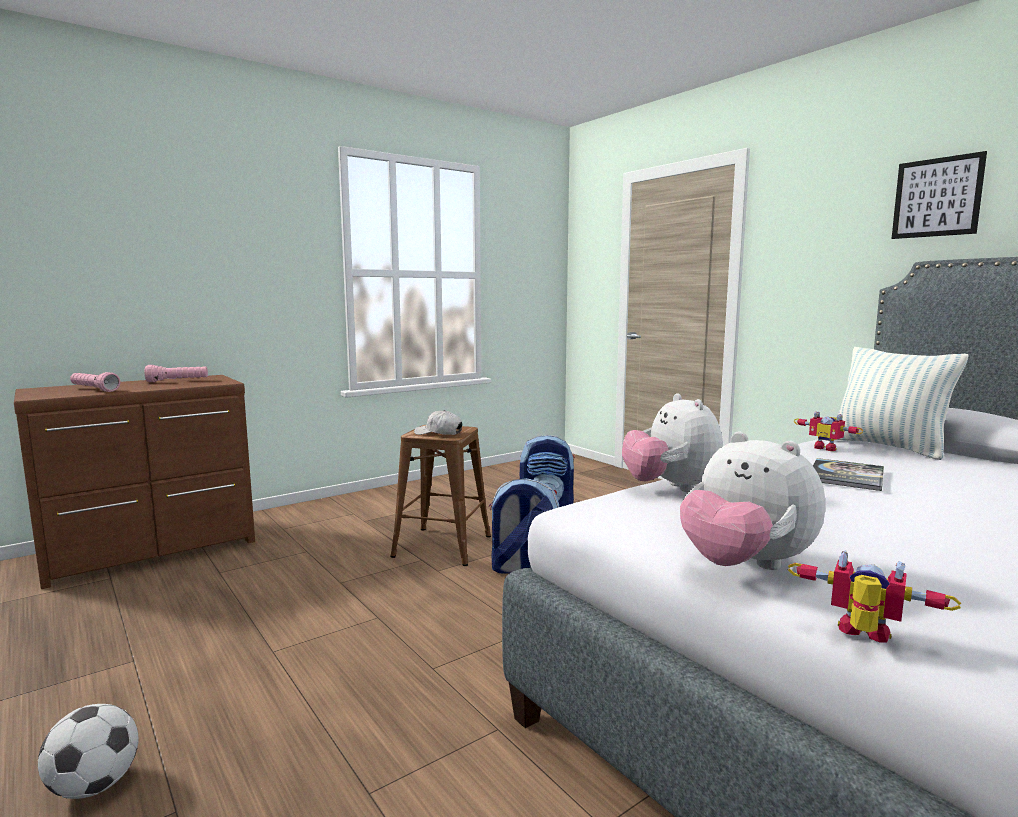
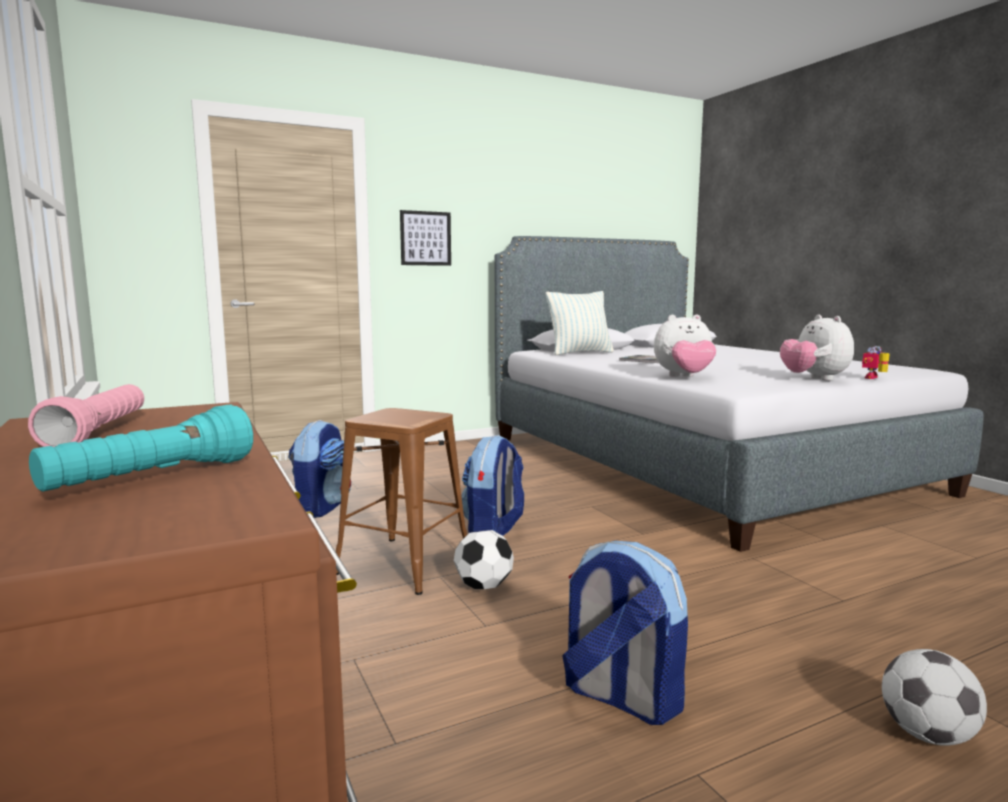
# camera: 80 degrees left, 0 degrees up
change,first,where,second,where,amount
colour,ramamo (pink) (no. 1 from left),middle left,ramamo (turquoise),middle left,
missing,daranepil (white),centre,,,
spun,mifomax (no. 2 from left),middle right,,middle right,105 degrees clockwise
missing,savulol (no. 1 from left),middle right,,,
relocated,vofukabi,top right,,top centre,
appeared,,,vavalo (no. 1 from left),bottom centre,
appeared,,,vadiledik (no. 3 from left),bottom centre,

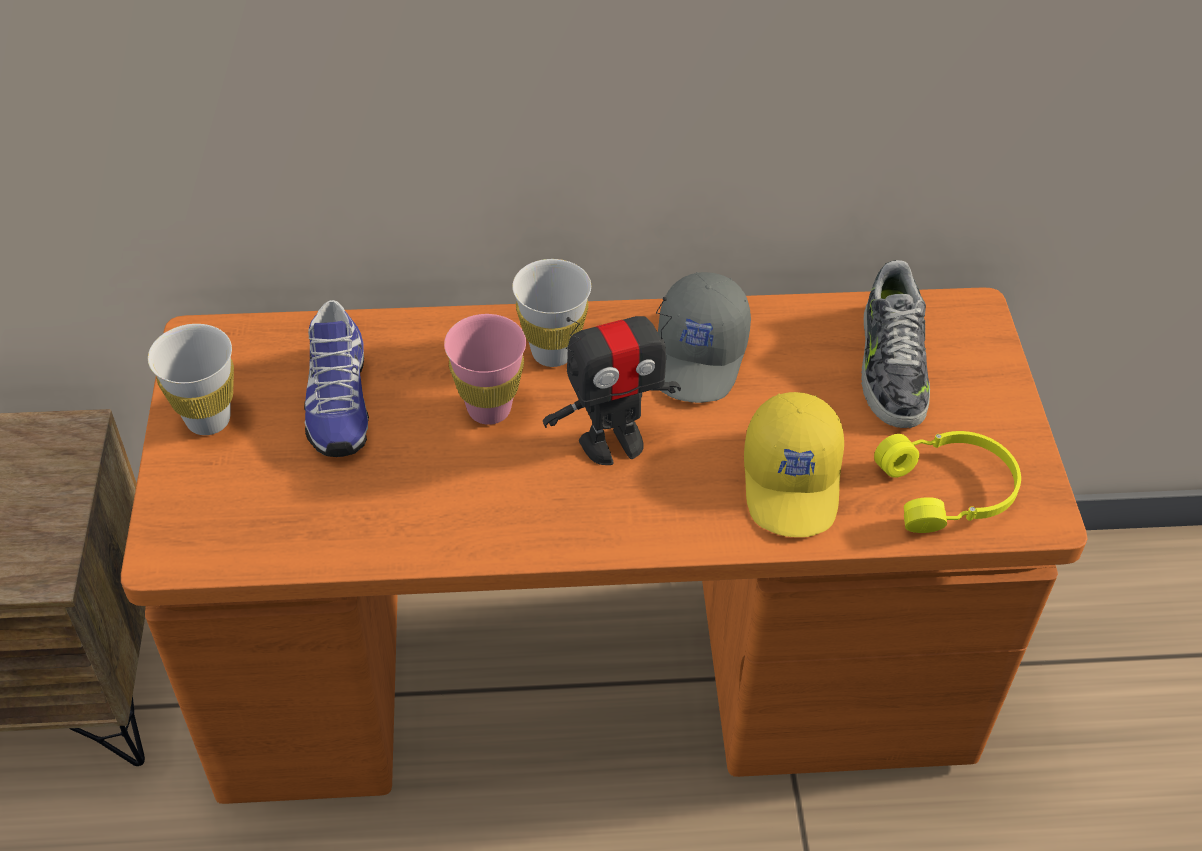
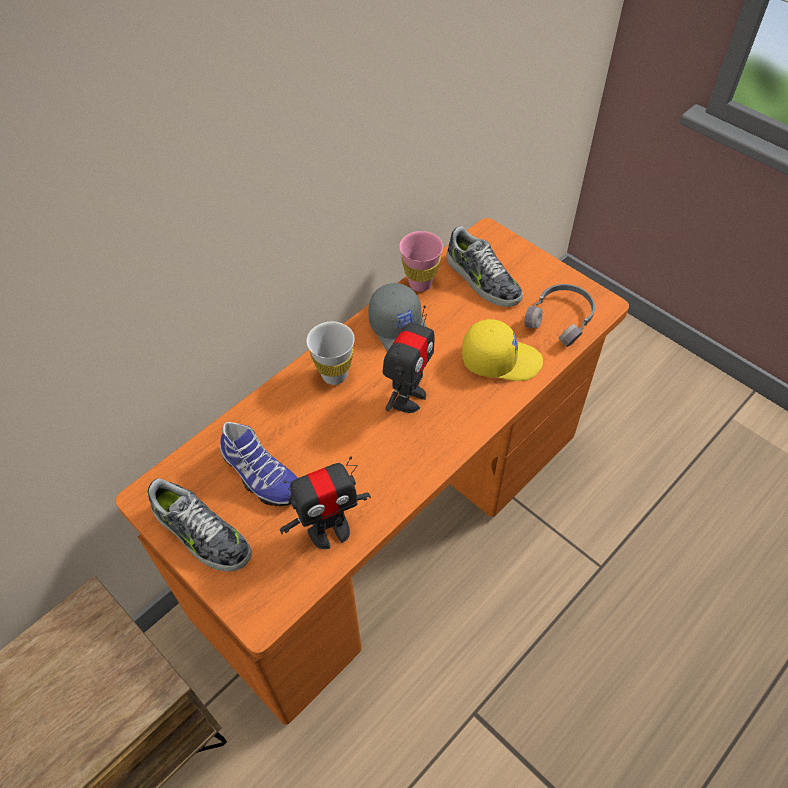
# camera: 40 degrees left, 5 degrees up
change,first,where,second,where,amount
exchanged,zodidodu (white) (no. 1 from left),middle left,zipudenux (no. 1 from left),middle left,
relocated,zodidodu (pink),centre,,top centre,
spun,daranepil (yellow),centre,,centre,45 degrees counterclockwise
colour,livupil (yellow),middle right,livupil (grey),middle right,
appeared,,,savulol (no. 1 from left),centre,

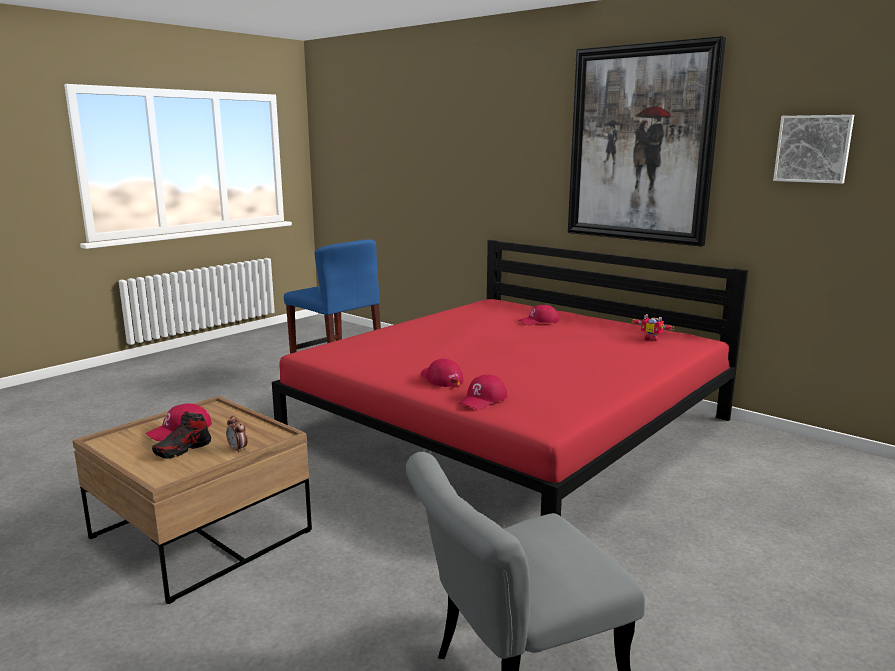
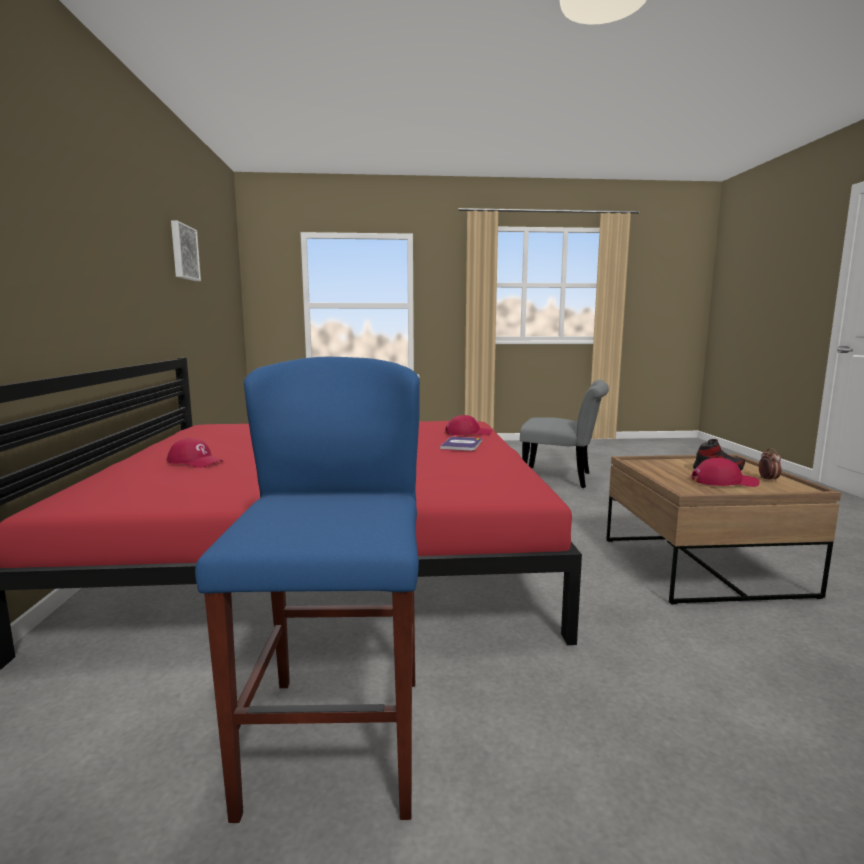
# camera: 135 degrees left, 5 degrees down
change,first,where,second,where,amount
relocated,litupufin,middle left,,middle right,
exchanged,daranepil (red) (no. 2 from left),centre,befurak,centre,
missing,vofukabi (no. 1 from left),top right,,,
missing,savulol,middle right,,,

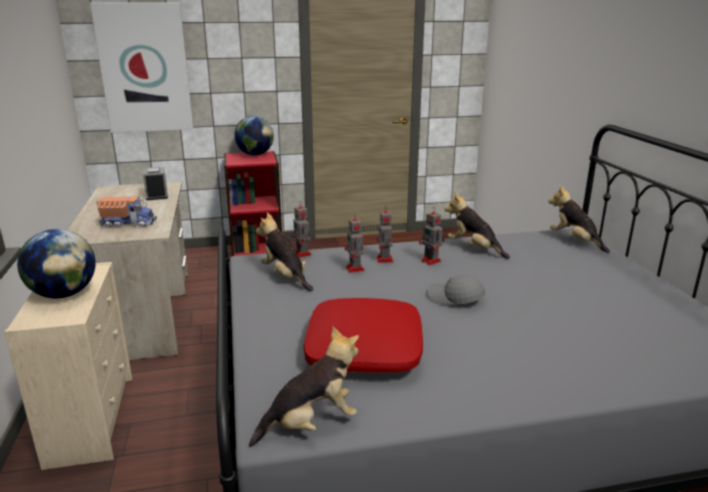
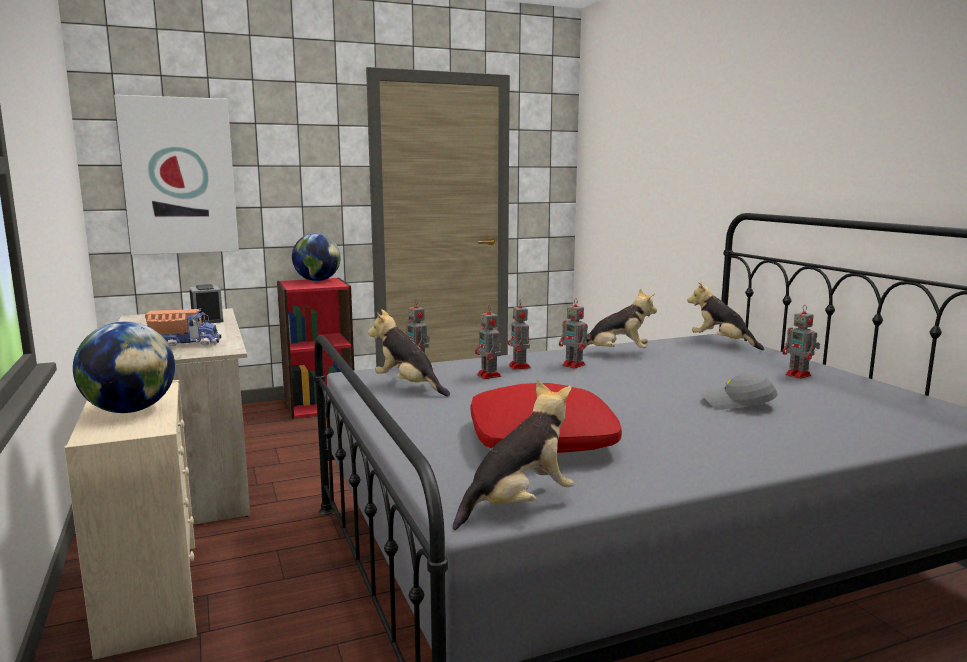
# camera: 10 degrees left, 10 degrees down
change,first,where,second,where,amount
relocated,daranepil (grey),centre,,middle right,
spun,mifomax (no. 3 from left),middle right,,centre,150 degrees clockwise
appeared,,,savulol (no. 5 from left),middle right,

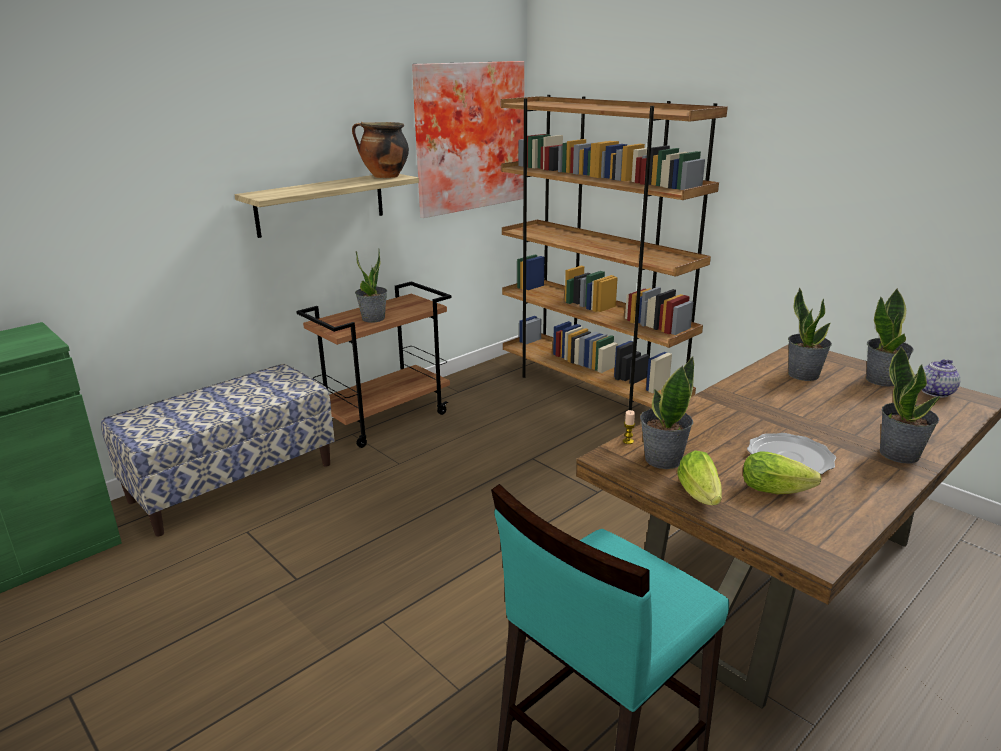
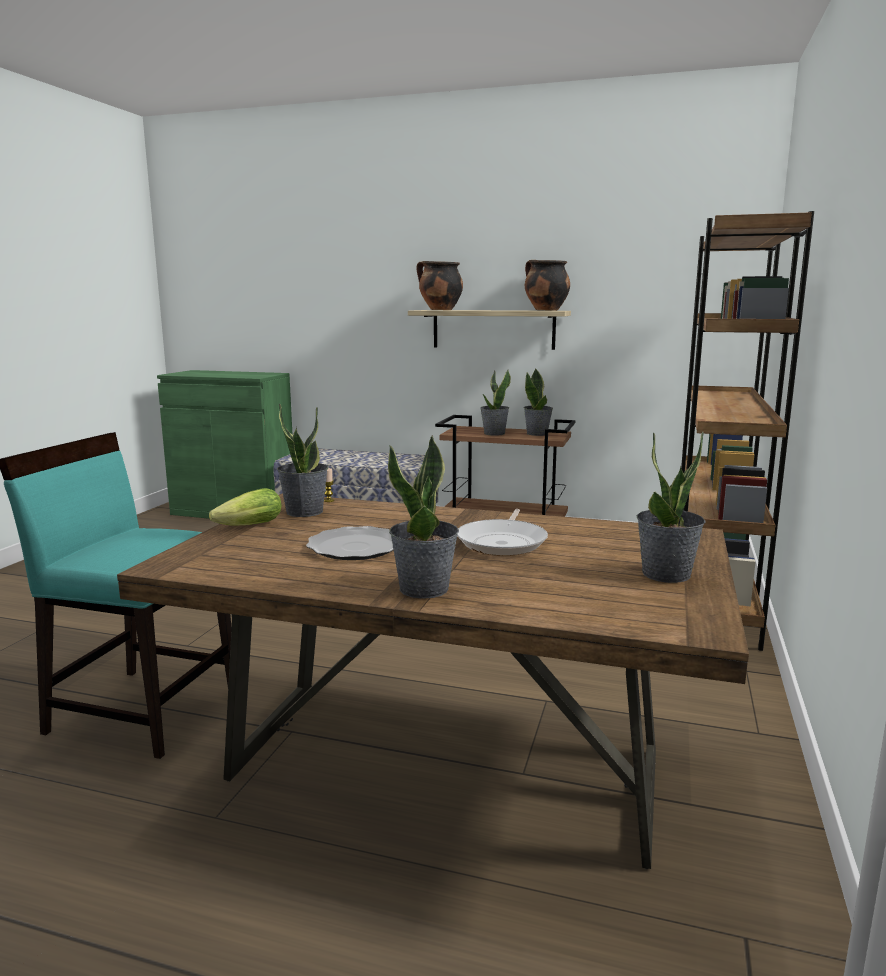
# camera: 60 degrees right, 10 degrees down
change,first,where,second,where,amount
missing,vofukabi,top centre,,,
missing,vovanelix (no. 2 from left),middle right,,,
relocated,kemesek (no. 3 from left in the first image),middle right,kemesek (no. 4 from left),centre,
missing,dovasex,middle right,,,
appeared,,,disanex (no. 1 from left),top centre,
appeared,,,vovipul,centre,

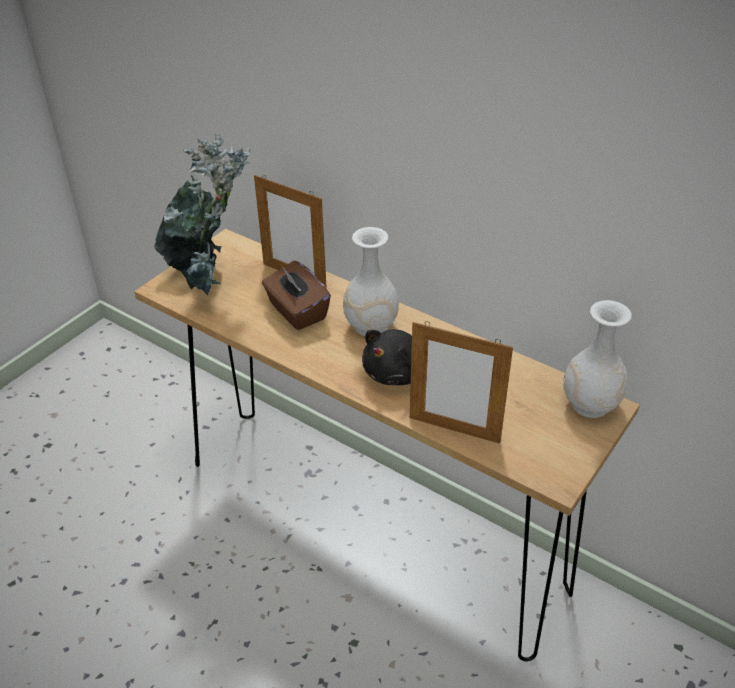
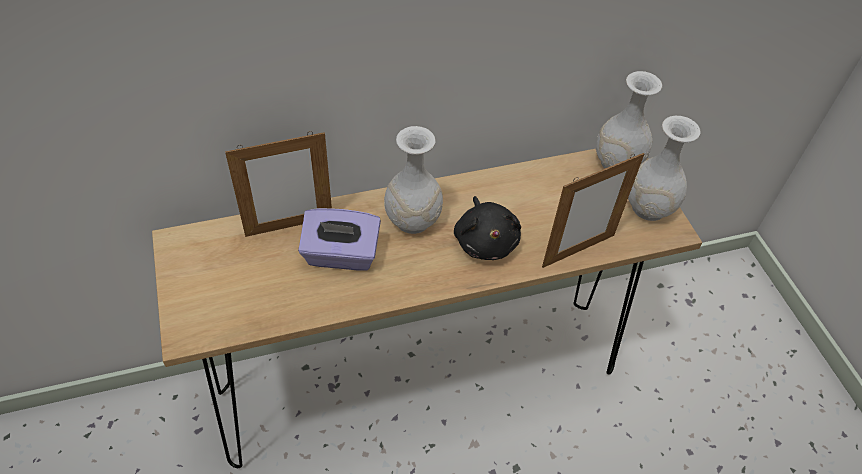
# camera: 55 degrees left, 10 degrees up
change,first,where,second,where,amount
missing,kemesek,top left,,,
colour,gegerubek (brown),centre,gegerubek (purple),centre,
appeared,,,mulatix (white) (no. 3 from left),middle right,

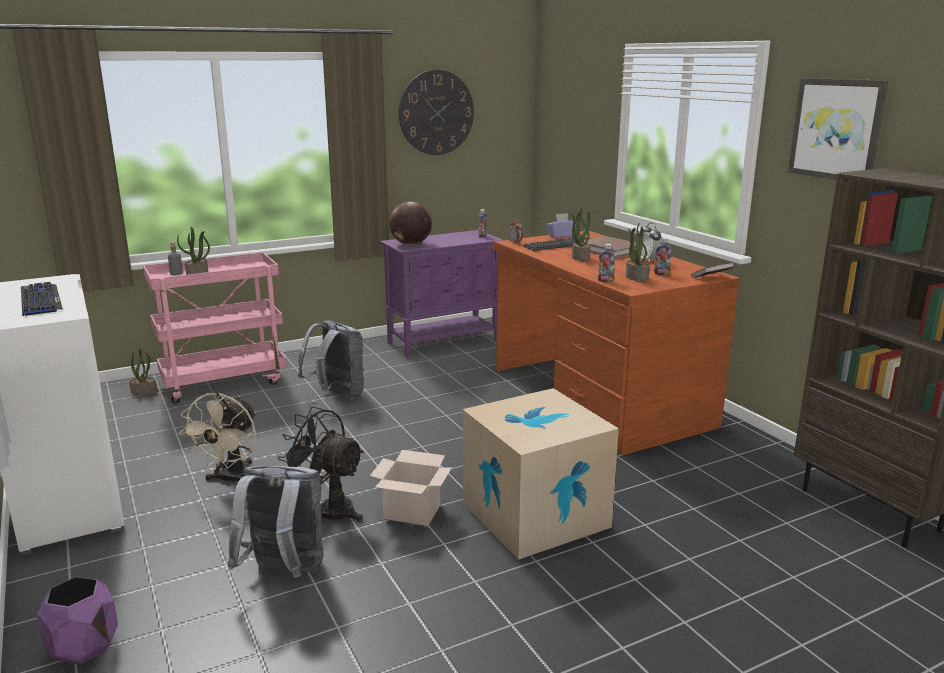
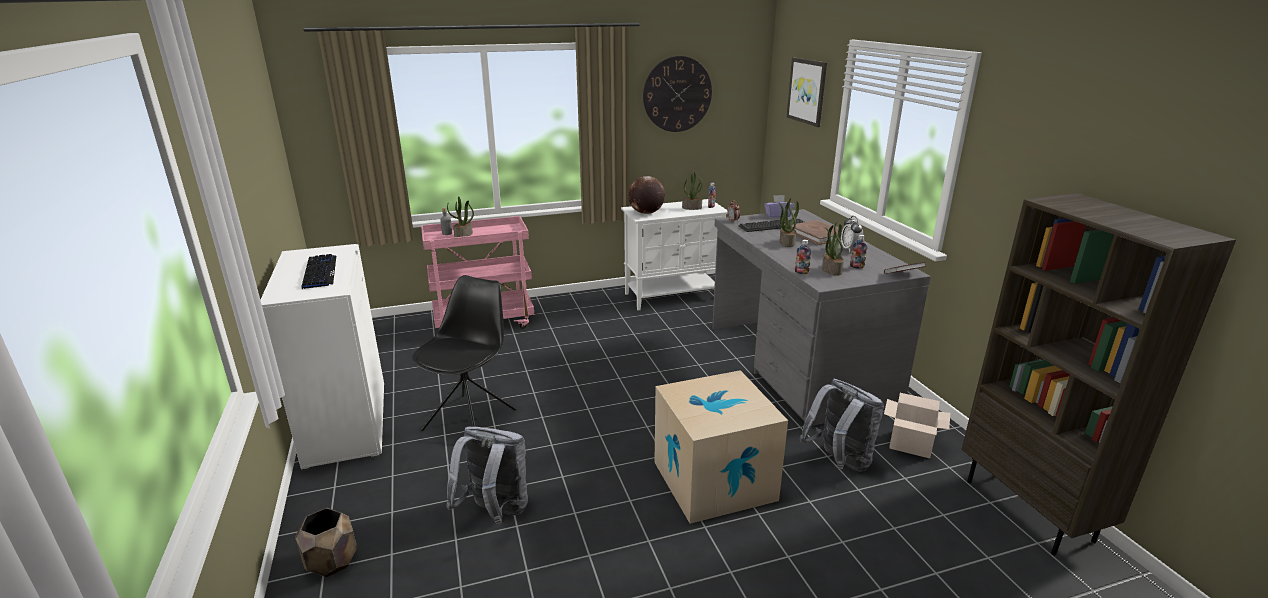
# camera: 10 degrees right, 5 degrees up
change,first,where,second,where,amount
colour,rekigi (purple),bottom left,rekigi (brown),bottom left,
relocated,kemesek (no. 1 from left in the first image),middle left,kemesek (no. 2 from left),top centre,
exchanged,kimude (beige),middle left,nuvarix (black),centre,
missing,kimude (black),bottom centre,,,
relocated,vadiledik (grey) (no. 2 from left),centre,,bottom centre,
relocated,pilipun (no. 1 from left in the first image),bottom centre,pilipun (no. 2 from left),bottom right,
colour,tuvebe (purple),centre,tuvebe (white) (no. 2 from left),centre,
colour,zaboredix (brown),centre,zaboredix (grey),centre,
relocated,vofukabi,top right,,top centre,

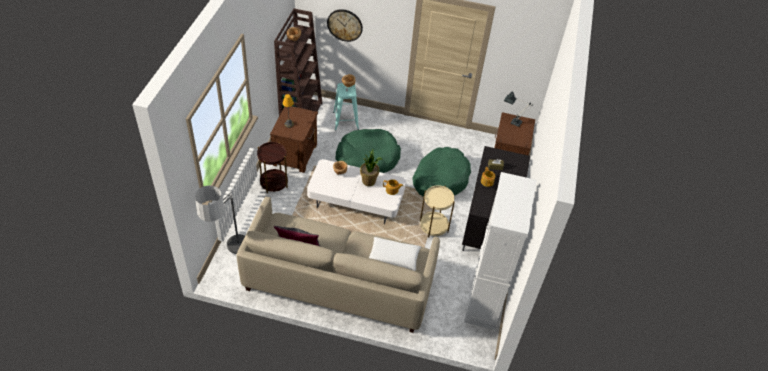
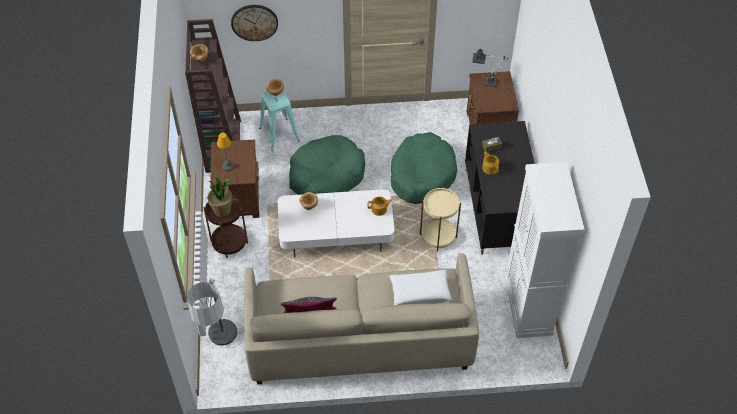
# camera: 15 degrees left, 5 degrees up
change,first,where,second,where,amount
relocated,kemesek,centre,,middle left,

